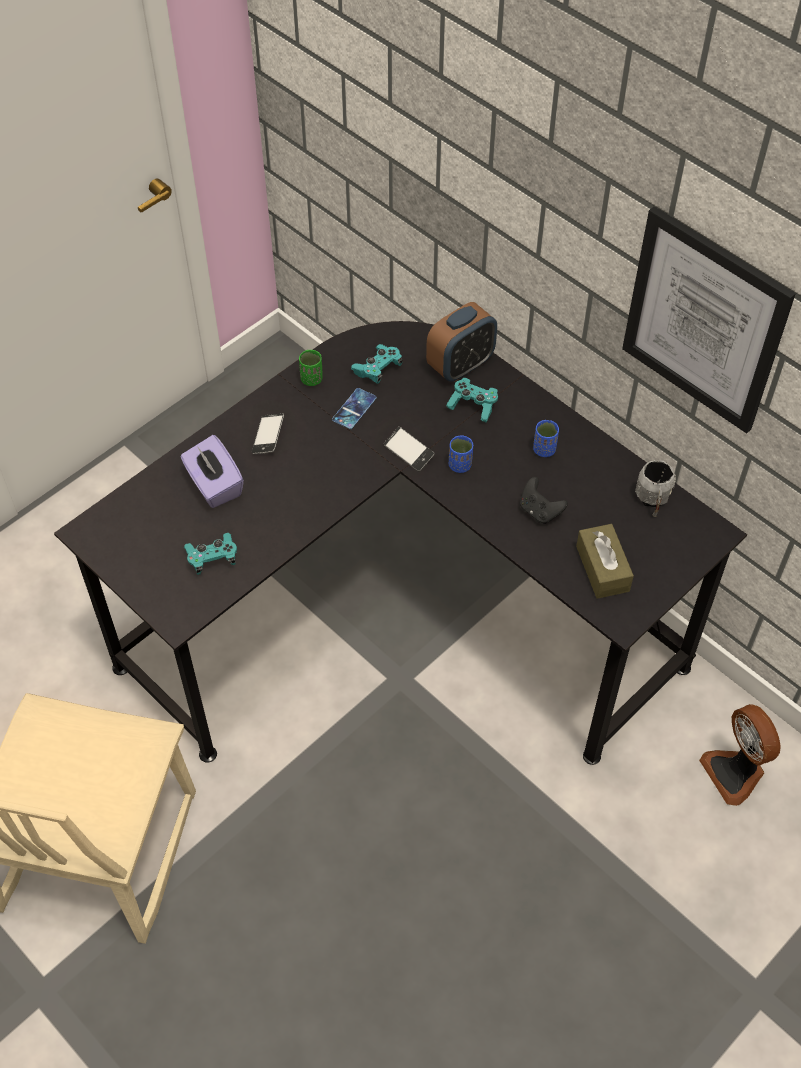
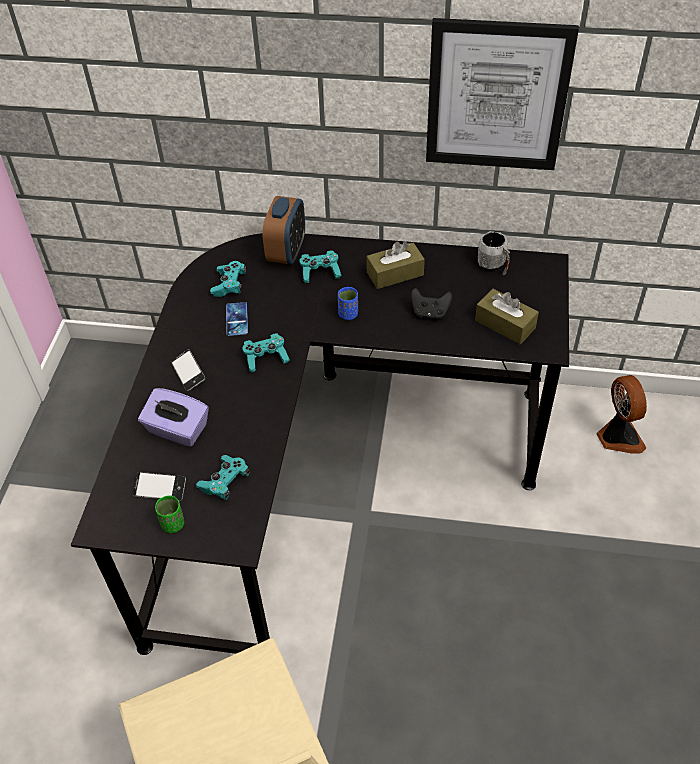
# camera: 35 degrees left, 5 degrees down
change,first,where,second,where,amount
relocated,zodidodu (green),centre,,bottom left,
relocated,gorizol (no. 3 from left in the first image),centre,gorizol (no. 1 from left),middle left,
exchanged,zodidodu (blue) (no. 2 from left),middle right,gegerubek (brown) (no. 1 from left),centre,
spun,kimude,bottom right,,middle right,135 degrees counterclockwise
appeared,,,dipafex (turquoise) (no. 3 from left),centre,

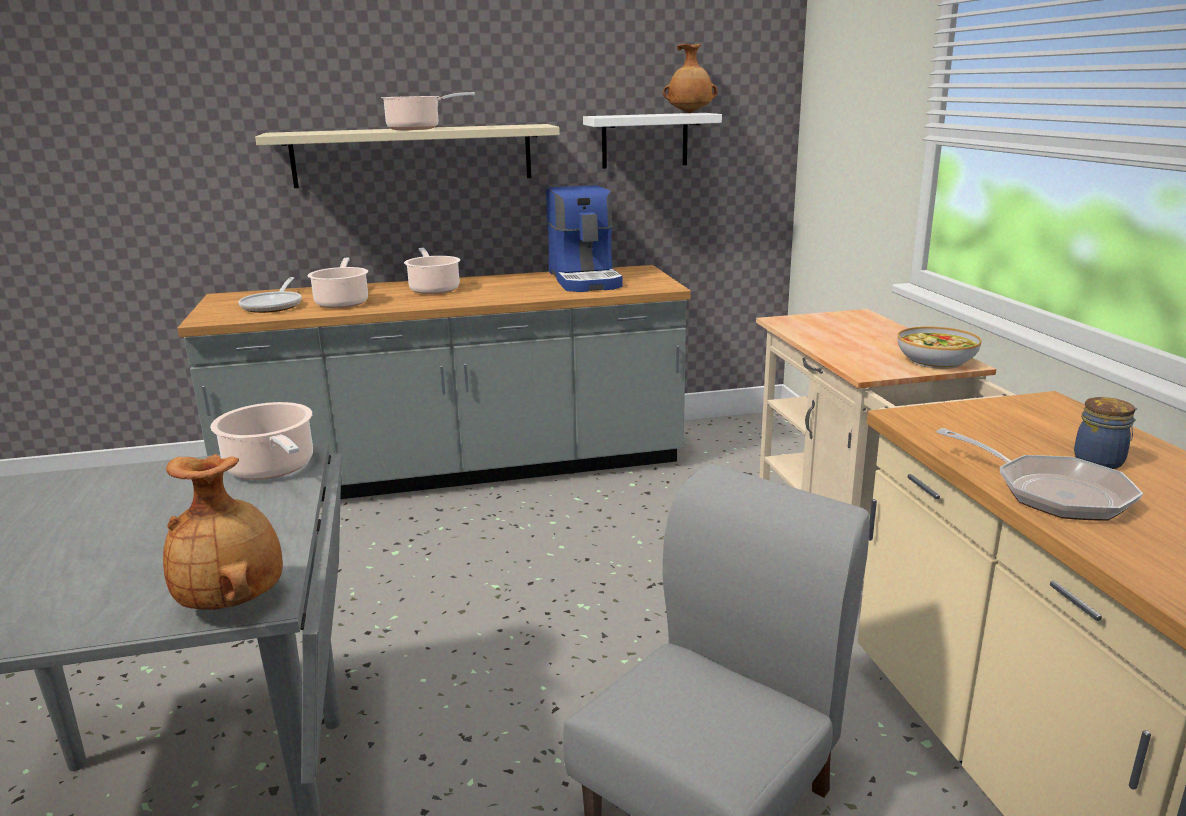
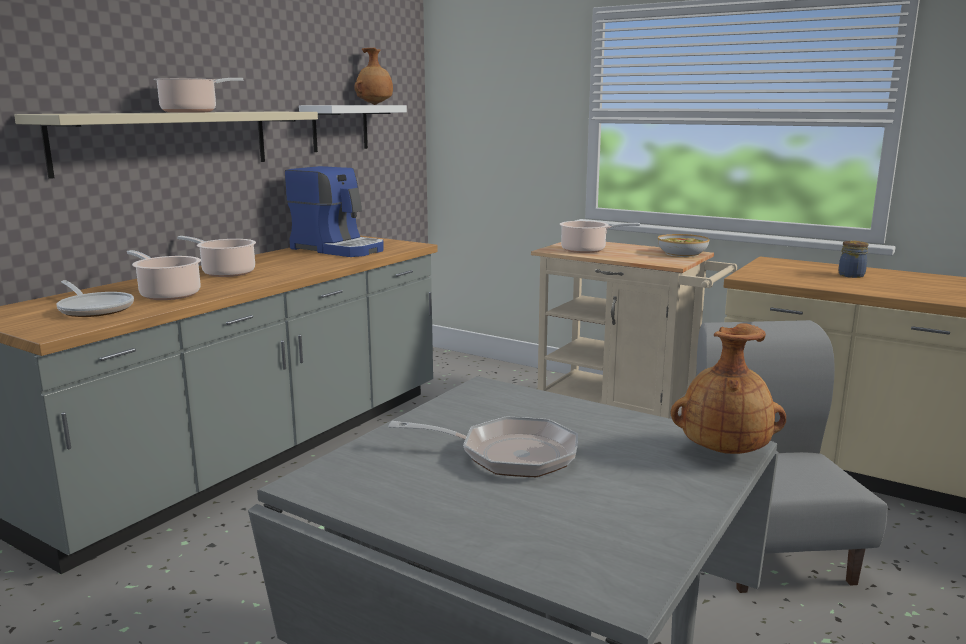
# camera: 45 degrees left, 5 degrees down
change,first,where,second,where,amount
relocated,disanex (no. 1 from left in the first image),middle left,disanex (no. 4 from left),centre,
relocated,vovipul (no. 2 from left),middle right,,bottom centre,

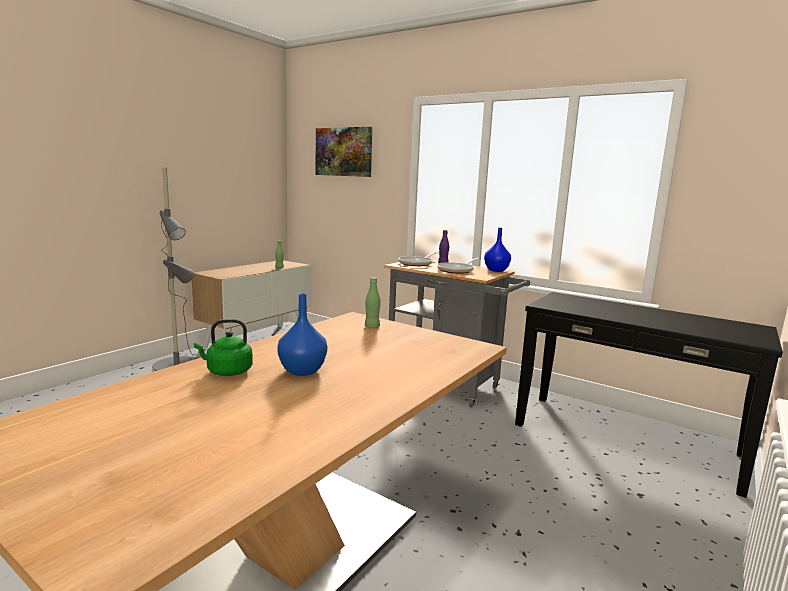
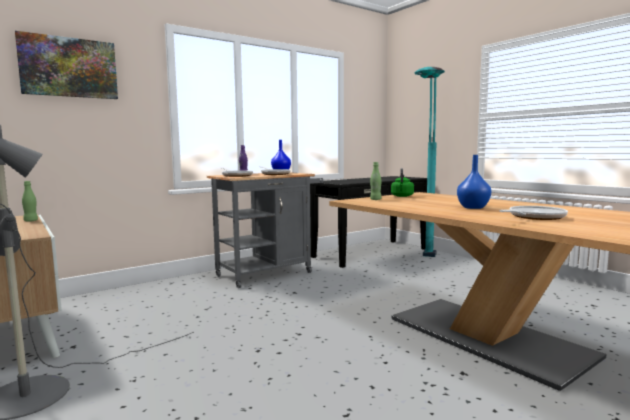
# camera: 70 degrees left, 5 degrees down
change,first,where,second,where,amount
relocated,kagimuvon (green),middle left,,centre,
appeared,,,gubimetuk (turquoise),middle right,
appeared,,,vovipul (no. 3 from left),middle right,

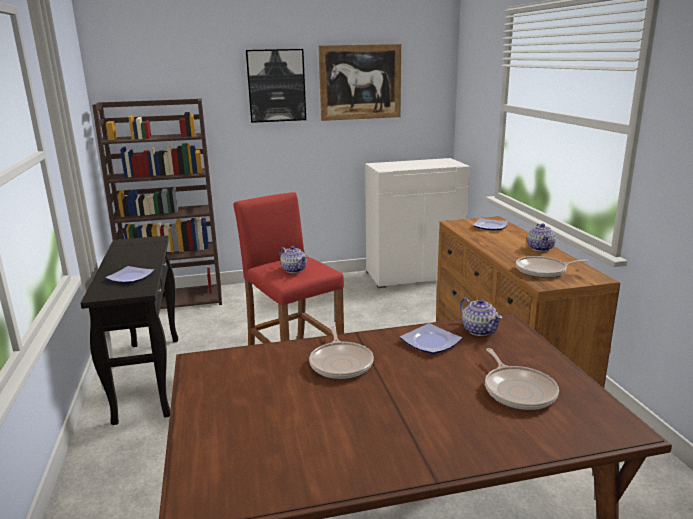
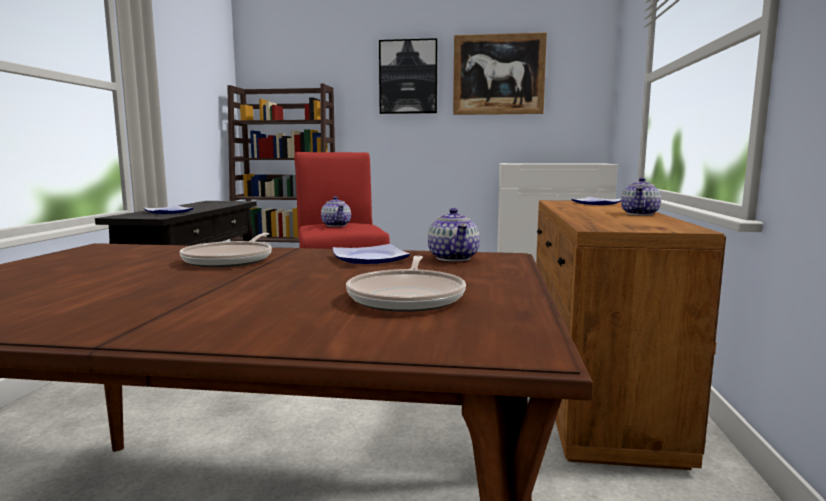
# camera: 20 degrees right, 10 degrees down
change,first,where,second,where,amount
missing,vovipul (no. 3 from left),middle right,,,

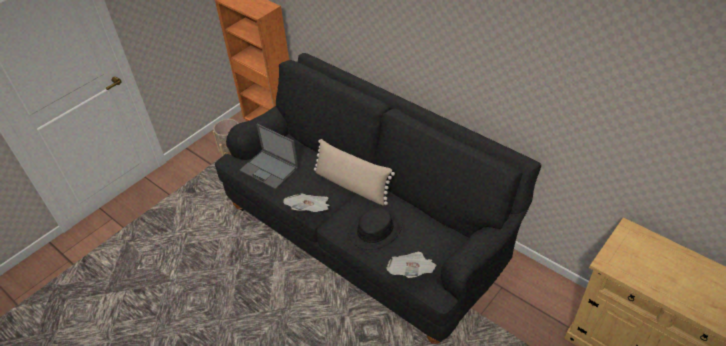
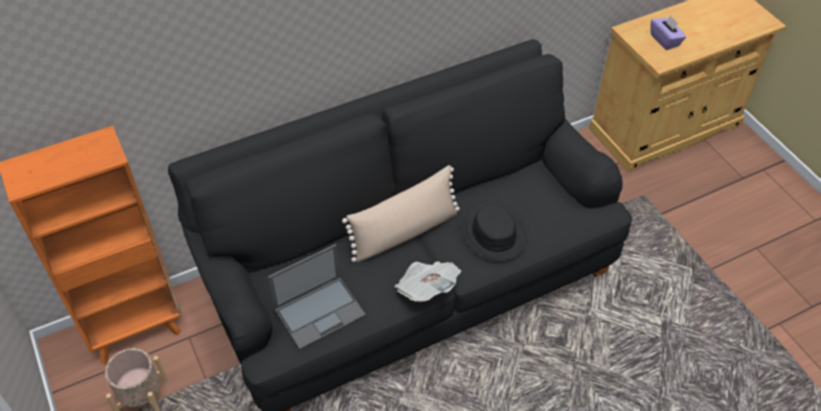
# camera: 70 degrees left, 5 degrees up
change,first,where,second,where,amount
missing,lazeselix (no. 2 from left),bottom centre,,,
appeared,,,gegerubek (purple),top right,

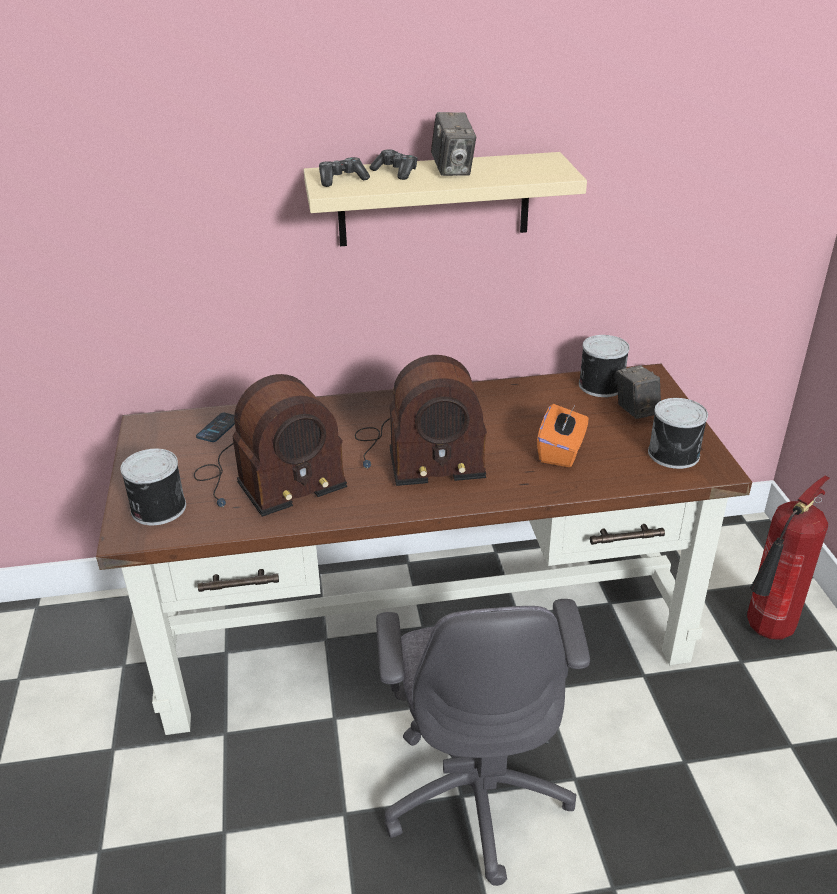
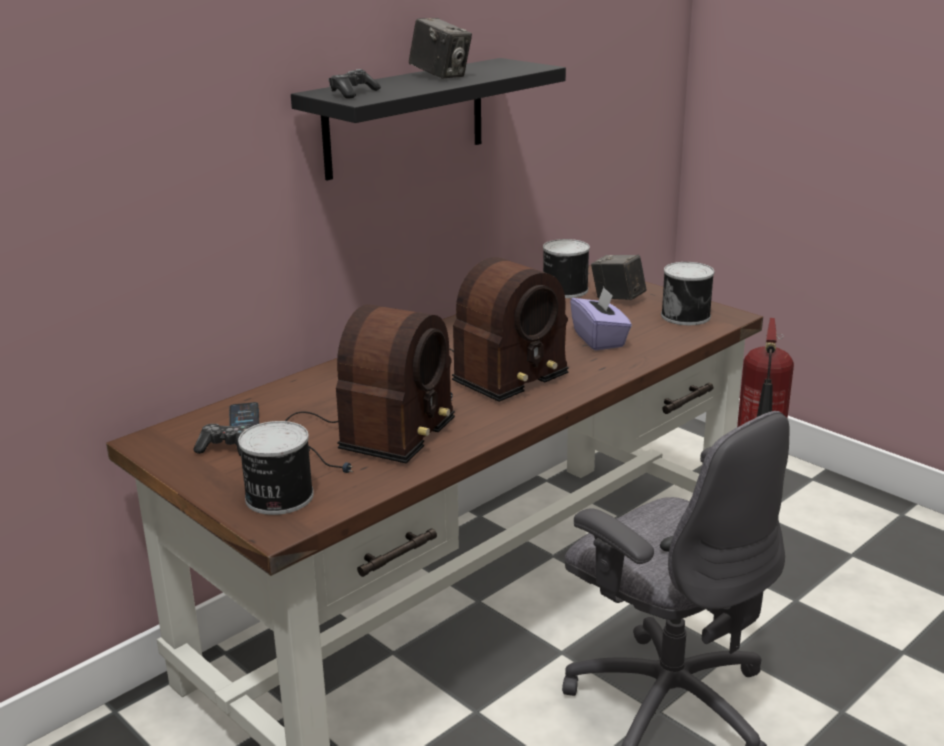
# camera: 35 degrees left, 10 degrees down
change,first,where,second,where,amount
colour,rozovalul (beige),top centre,rozovalul (black),top centre,
relocated,dipafex (no. 2 from left in the first image),top centre,dipafex (no. 1 from left),middle left,
colour,gegerubek (orange),middle right,gegerubek (purple),centre,

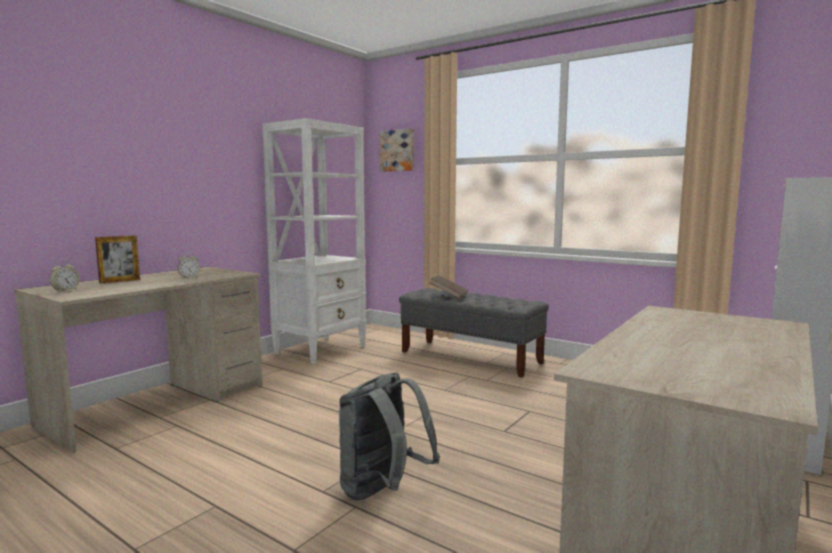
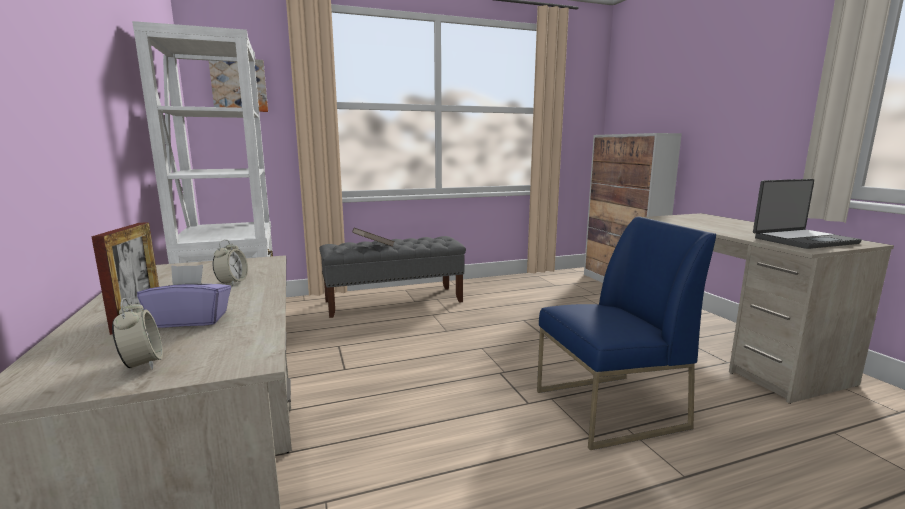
# camera: 55 degrees left, 5 degrees up
change,first,where,second,where,amount
exchanged,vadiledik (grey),bottom centre,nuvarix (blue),middle right,
appeared,,,gegerubek (purple),middle left,
appeared,,,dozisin,middle right,

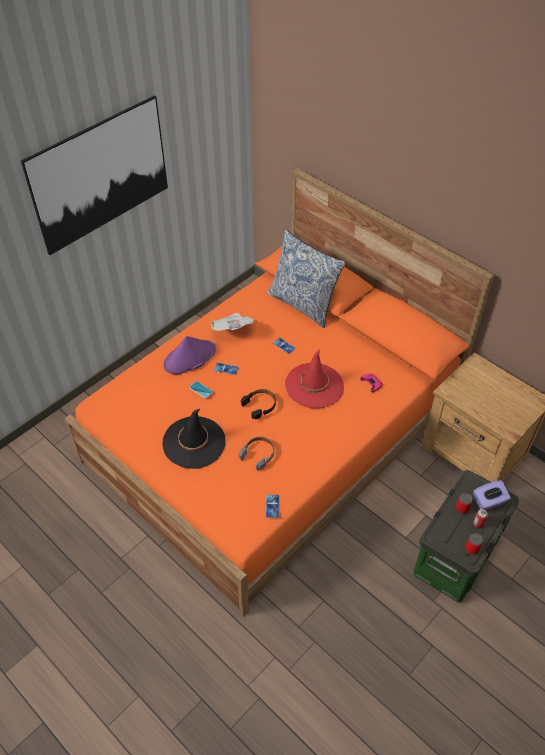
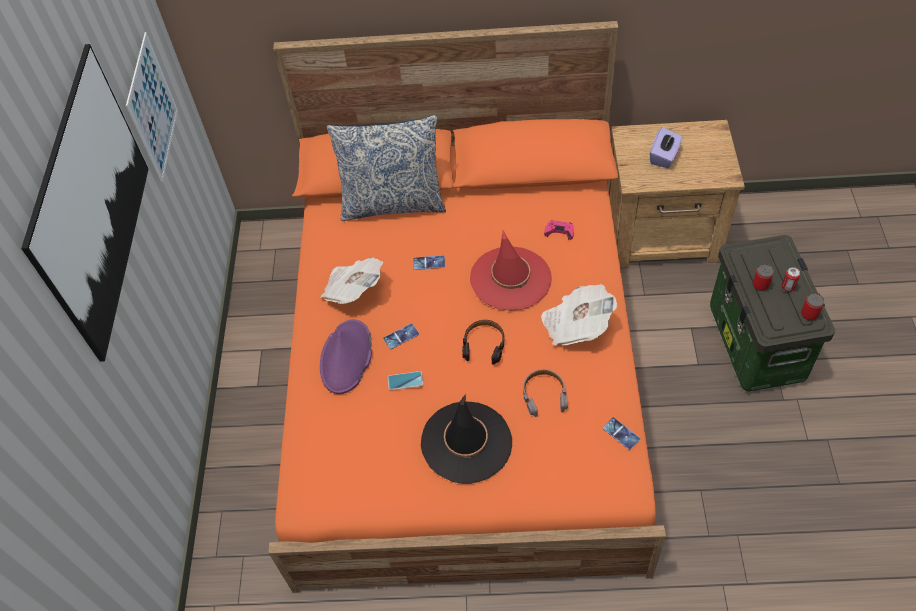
# camera: 40 degrees left, 5 degrees up
change,first,where,second,where,amount
relocated,gegerubek (purple),middle right,,top right,
appeared,,,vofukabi (no. 2 from left),top left,
appeared,,,lazeselix (no. 2 from left),centre,

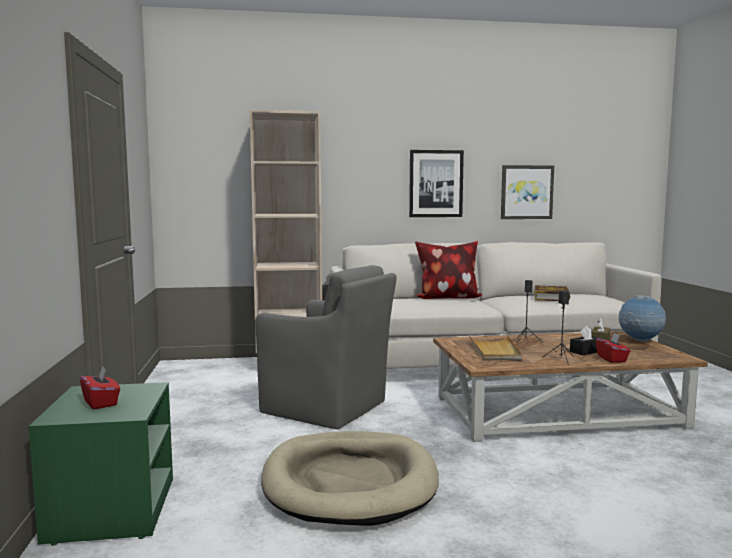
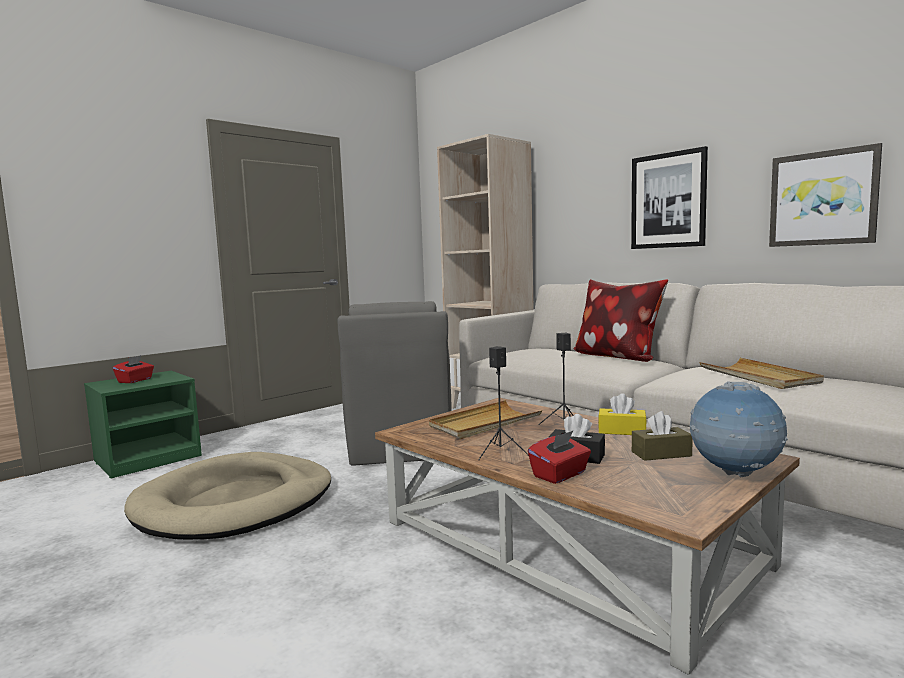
# camera: 55 degrees right, 0 degrees up
change,first,where,second,where,amount
exchanged,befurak,middle right,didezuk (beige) (no. 2 from left),middle right,
appeared,,,gegerubek (yellow),middle right,

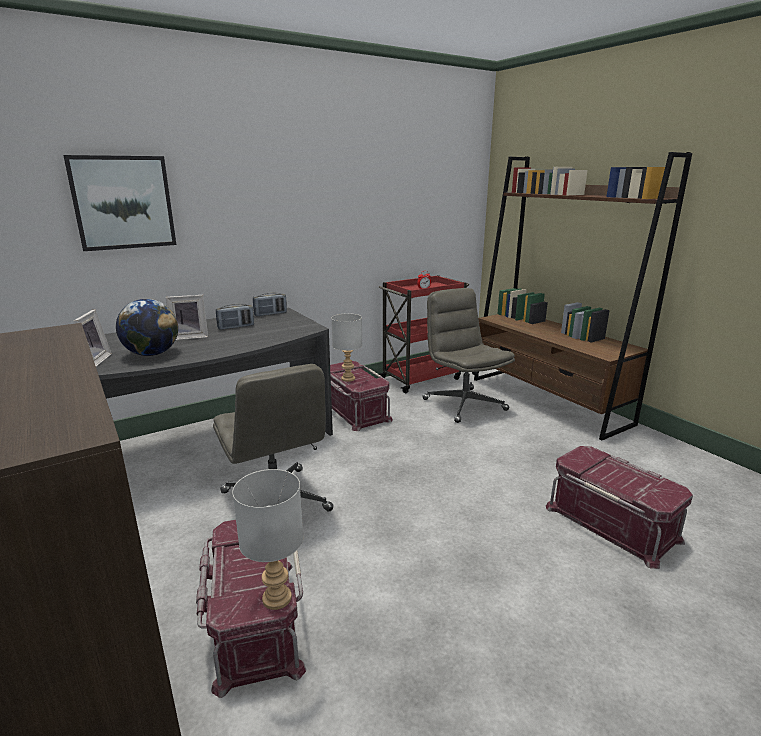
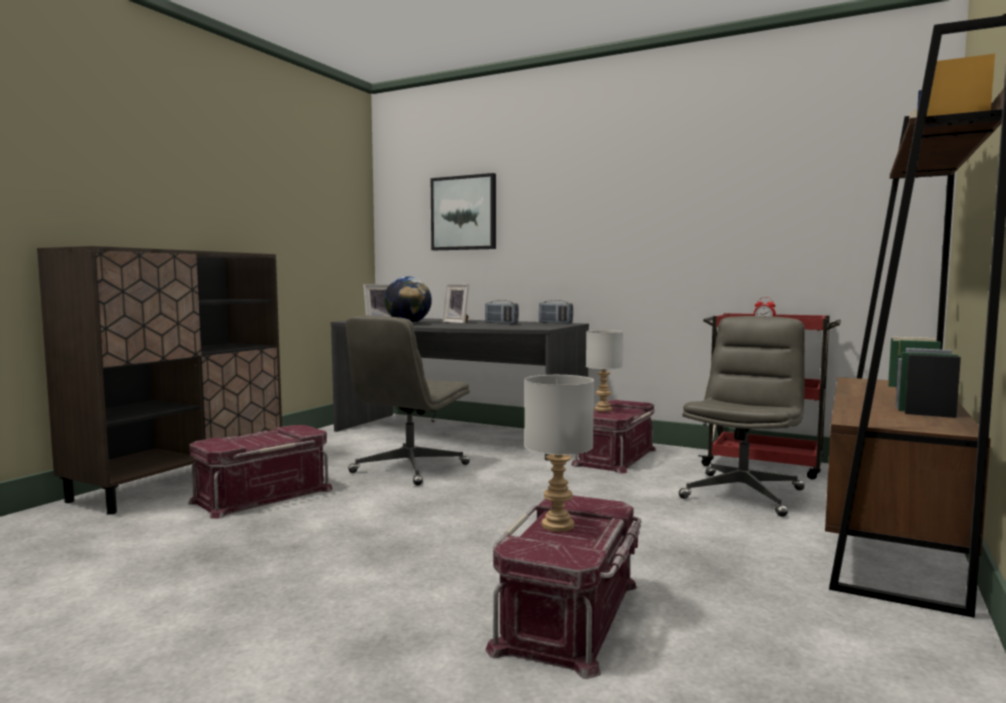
# camera: 60 degrees right, 15 degrees down
change,first,where,second,where,amount
relocated,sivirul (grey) (no. 1 from left),bottom centre,,centre,

